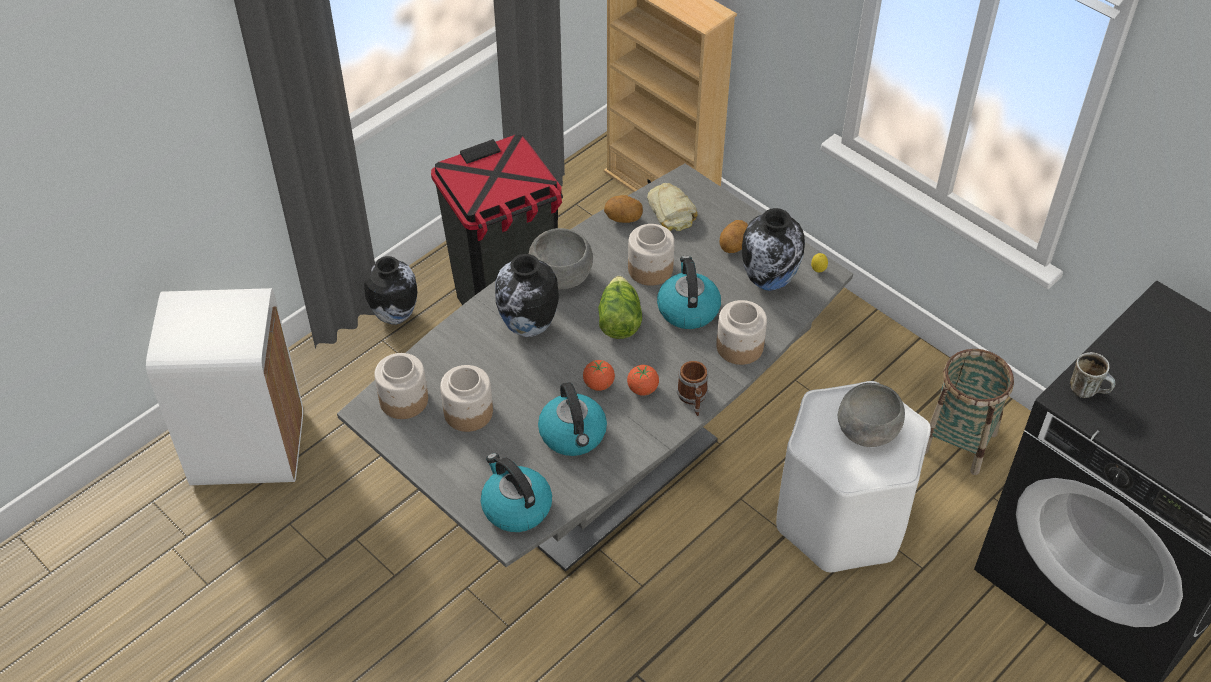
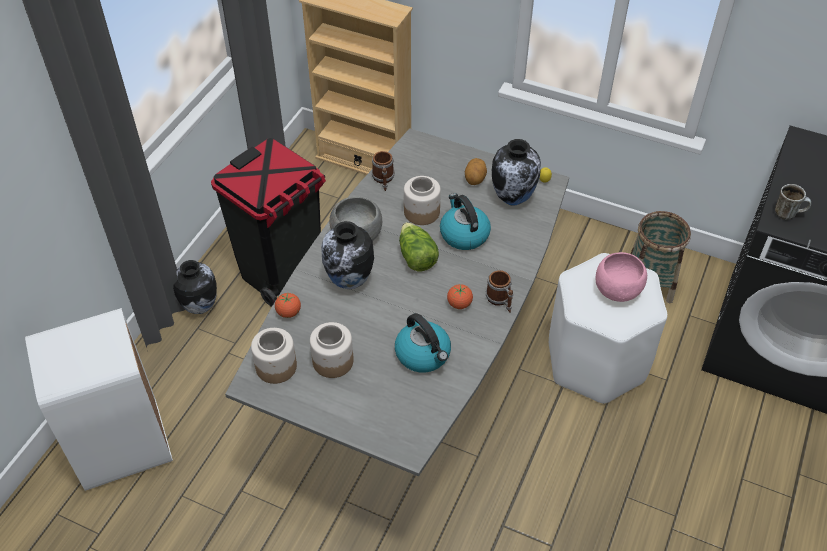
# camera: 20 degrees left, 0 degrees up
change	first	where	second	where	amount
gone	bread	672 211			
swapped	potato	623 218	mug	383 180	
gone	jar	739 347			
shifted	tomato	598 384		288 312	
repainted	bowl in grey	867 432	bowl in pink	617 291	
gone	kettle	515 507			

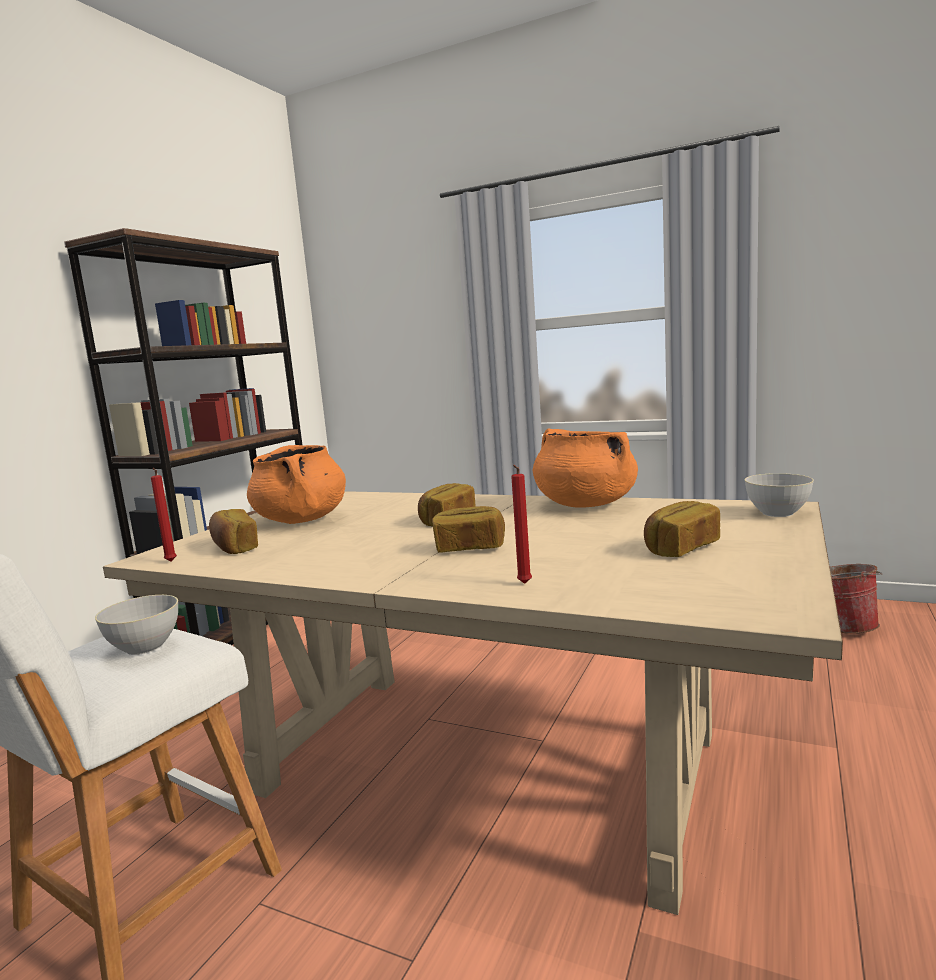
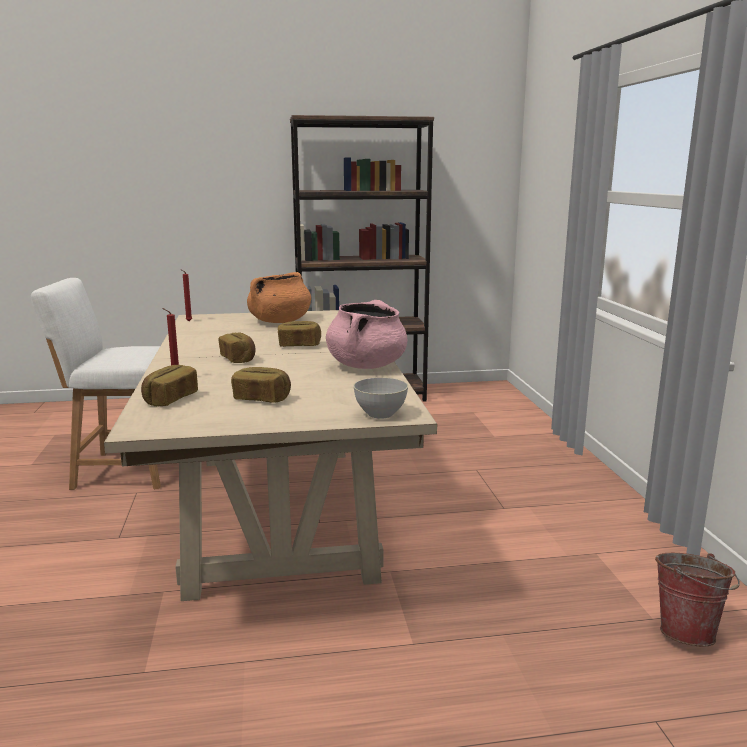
# camera: 55 degrees right, 5 degrees up
change	first	where	second	where	amount
repainted	cooking pot in orange	584 504	cooking pot in pink	366 365	
shifted	bread	234 547		170 399	
gone	bowl in grey	145 647			

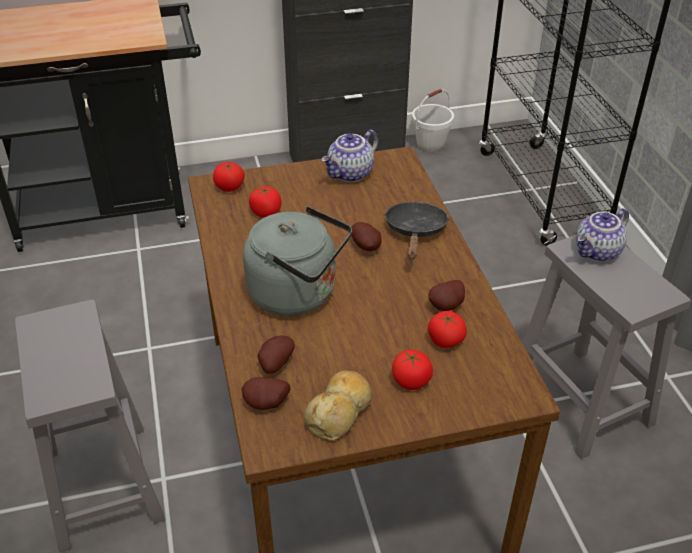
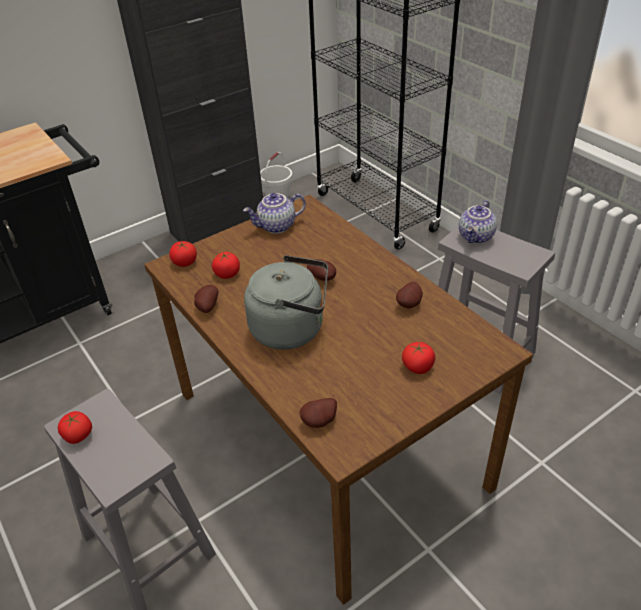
# camera: 20 degrees left, 0 degrees up
change	first	where	second	where	amount
rotated	teapot	351 174		276 227	45 degrees clockwise
gone	frying pan in black	415 232			
shifted	tomato	445 340		78 435	
shifted	potato	274 364		206 307	
gone	bread	340 411			

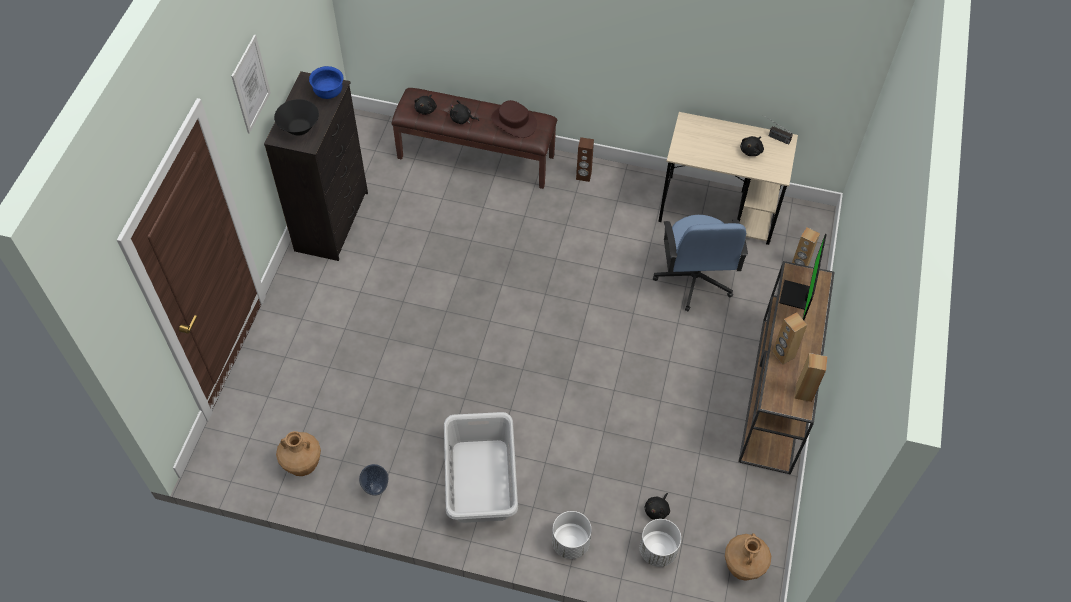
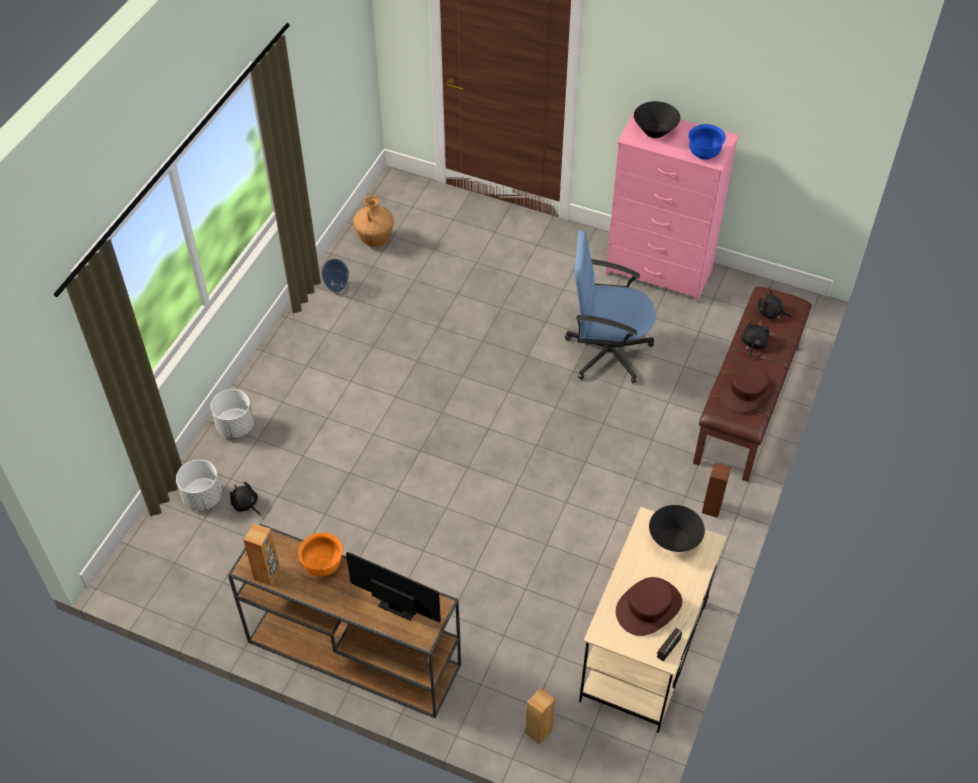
# camera: 100 degrees right, 5 degrees down
change	first	where	second	where	amount
gone	picture	250 84			
repainted	dresser in black	333 221	dresser in pink	659 272	
swapped	plush toy in black	751 150	hat in brown	649 608	
shifted	office chair in blue	694 279		606 352	
swapped	speaker in brown	783 355	bowl in orange	323 565	
gone	laundry basket in grey	480 481			
gone	vase in brown	742 567			
new			bowl in black	674 540	

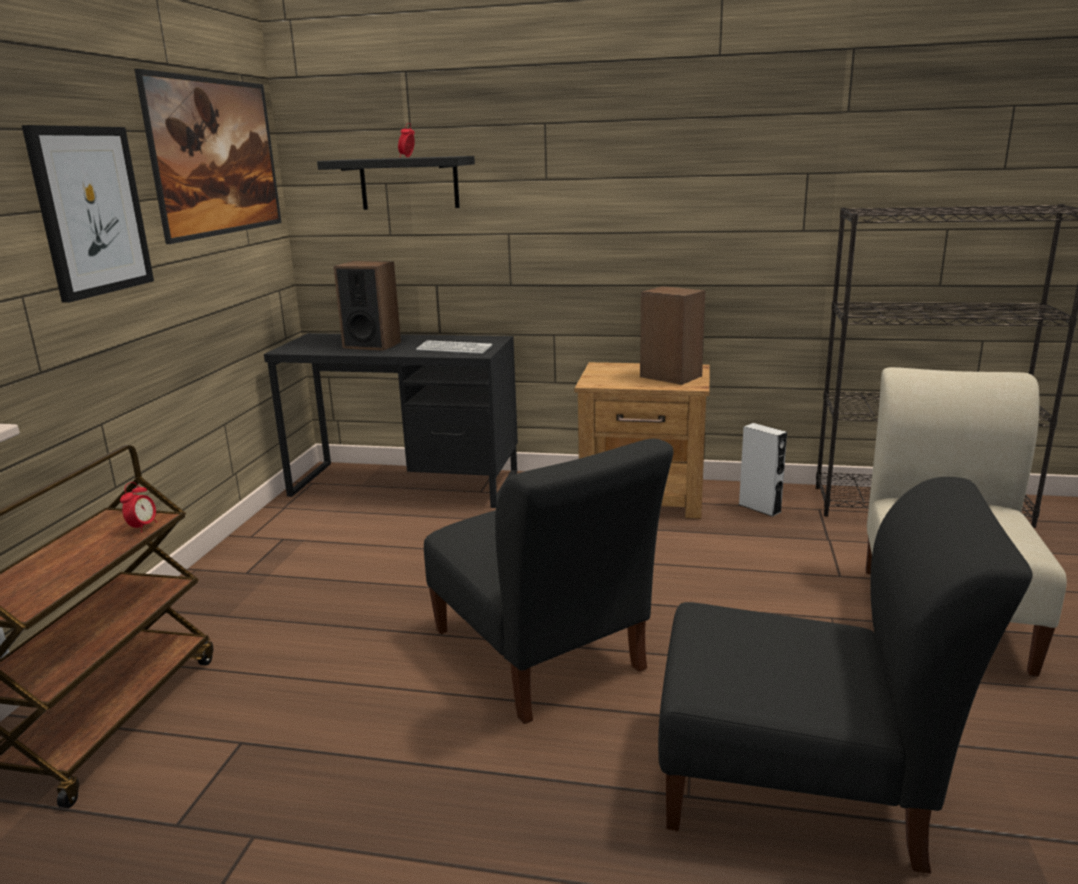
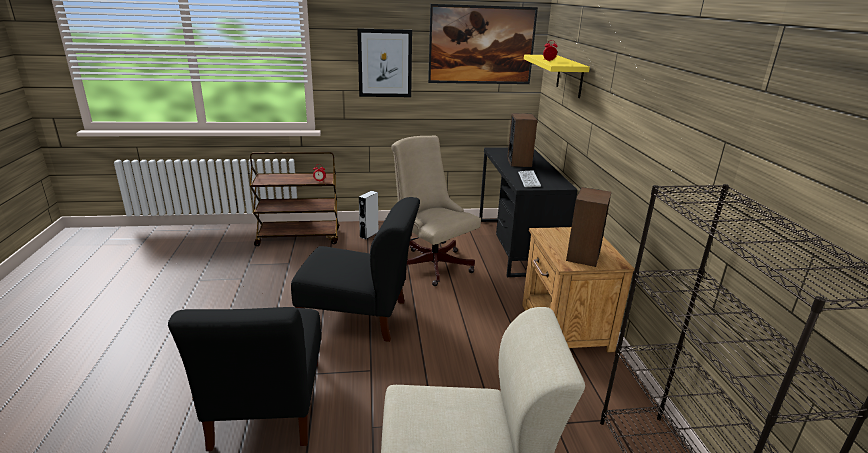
# camera: 70 degrees right, 5 degrees up
change	first	where	second	where	amount
repainted	shelf in black	409 183	shelf in yellow	570 76	
shifted	speaker in grey	759 508		369 234	
rotated	chair in black	541 655		359 316	120 degrees counterclockwise
new			office chair in beige	431 263	

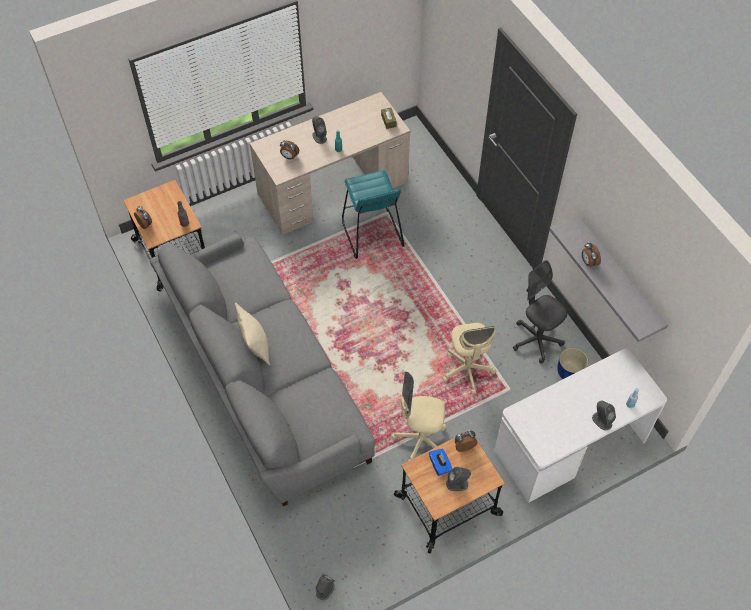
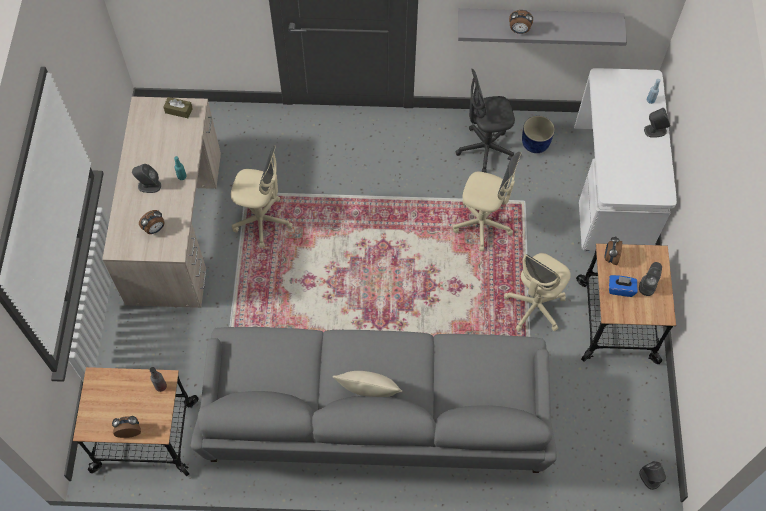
# camera: 60 degrees left, 5 degrees up
change	first	where	second	where	amount
swapped	stool in turquoise	371 233	office chair in beige	262 221	

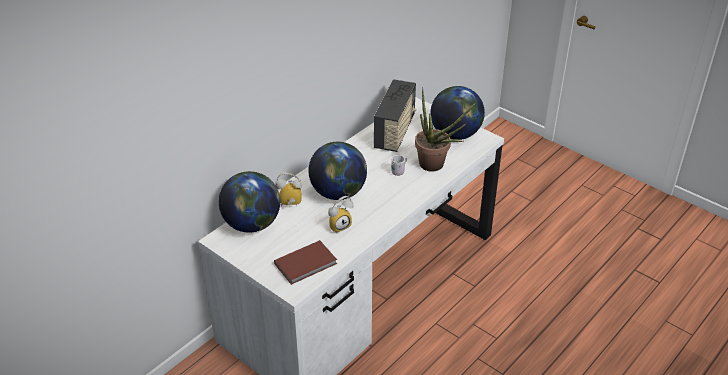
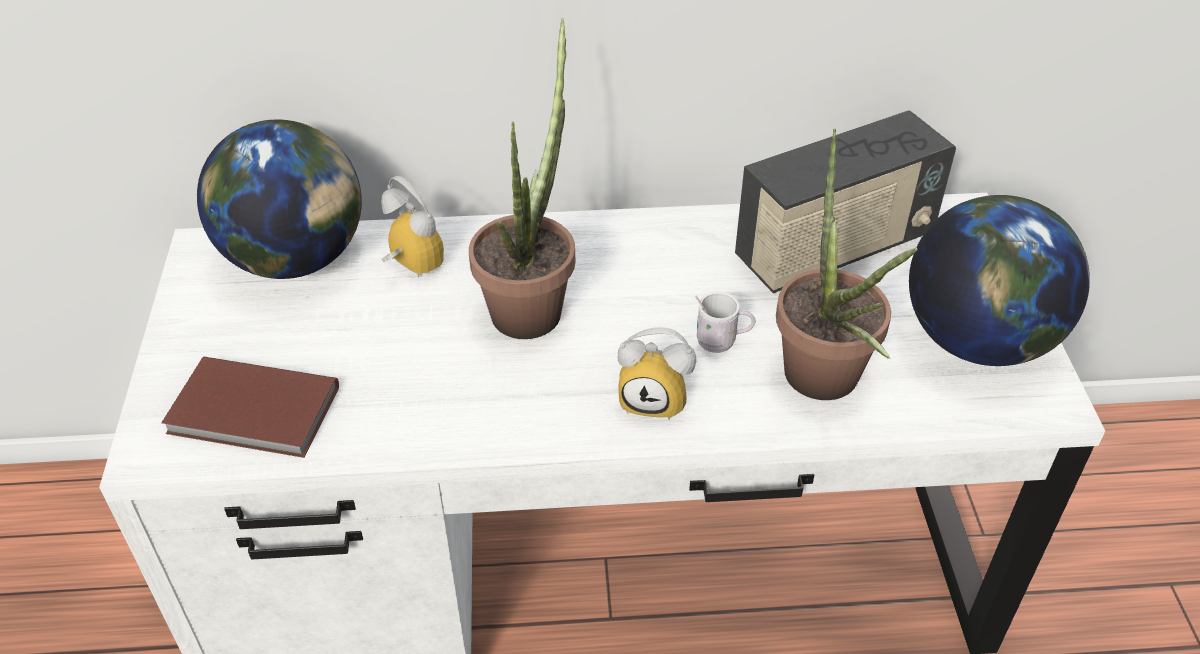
# camera: 45 degrees right, 5 degrees up
change	first	where	second	where	amount
swapped	globe	338 192	potted plant	532 303	
shifted	alarm clock	339 225		655 399	

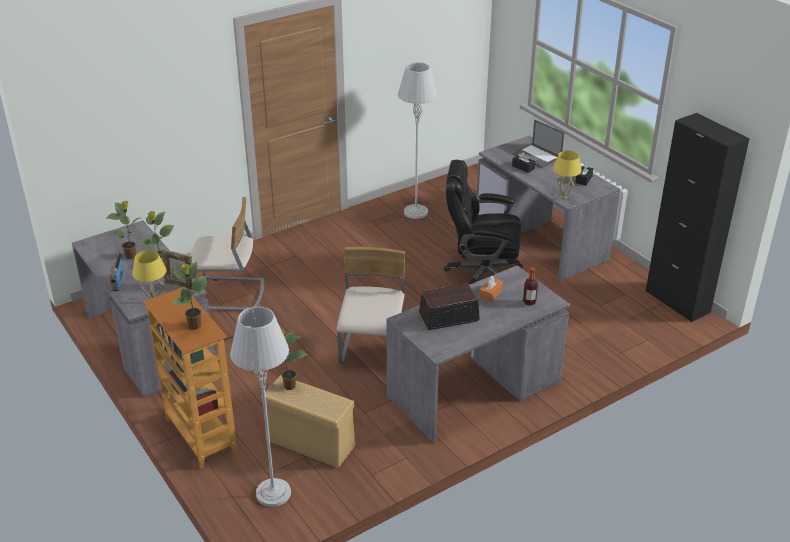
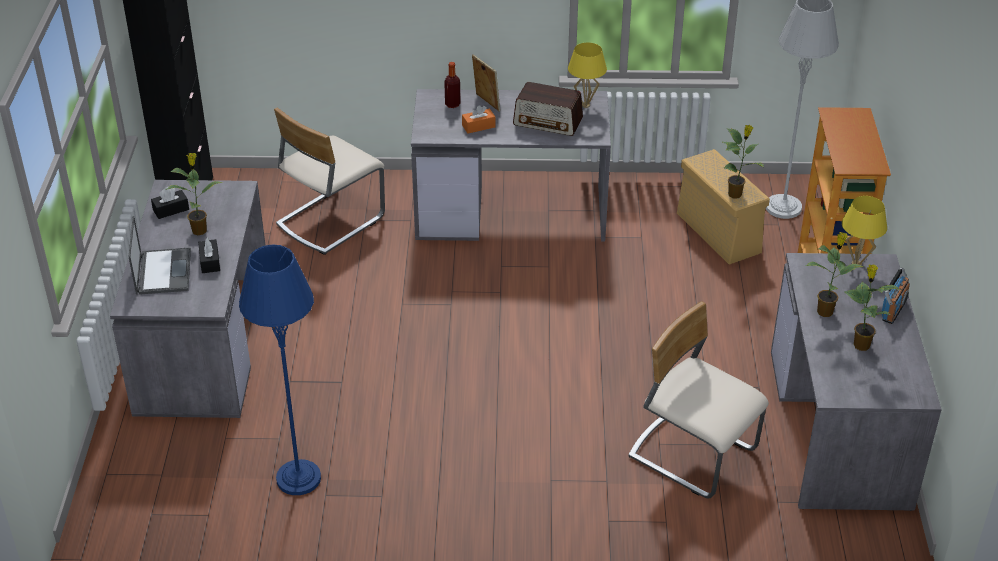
# camera: 145 degrees left, 5 degrees up
change	first	where	second	where	amount
repainted	floor lamp in grey	416 212	floor lamp in blue	298 478	
shifted	table lamp in yellow	564 197		585 105	
gone	office chair in black	481 276			
shifted	chair in beige	373 349		330 221	
shifted	picture frame	180 286		486 103	
shifted	potted plant	194 326		200 230	

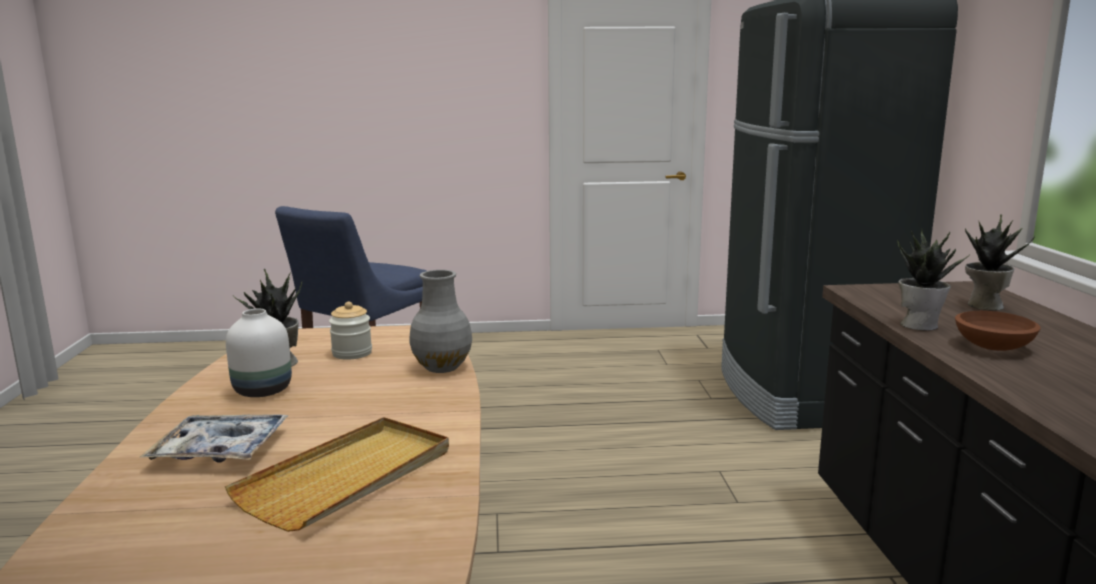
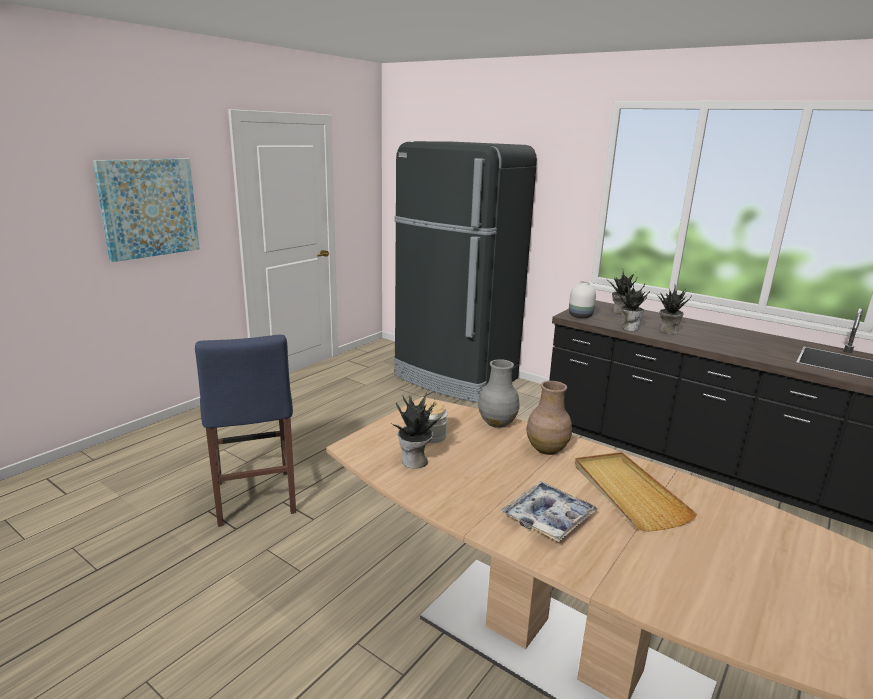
# camera: 50 degrees left, 5 degrees up
change	first	where	second	where	amount
shifted	vase in white	264 390		580 316	
swapped	bowl in brown	992 346	potted plant	667 331	
new			picture	149 208	
new			vase in brown	546 448	

